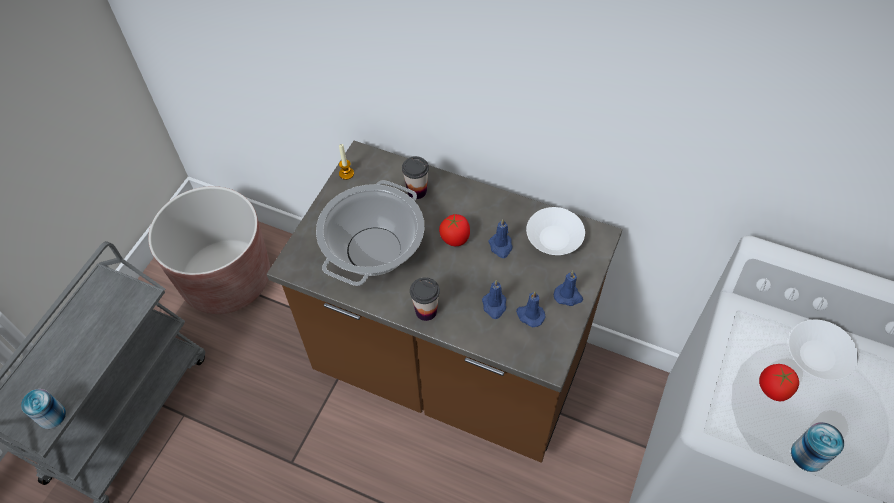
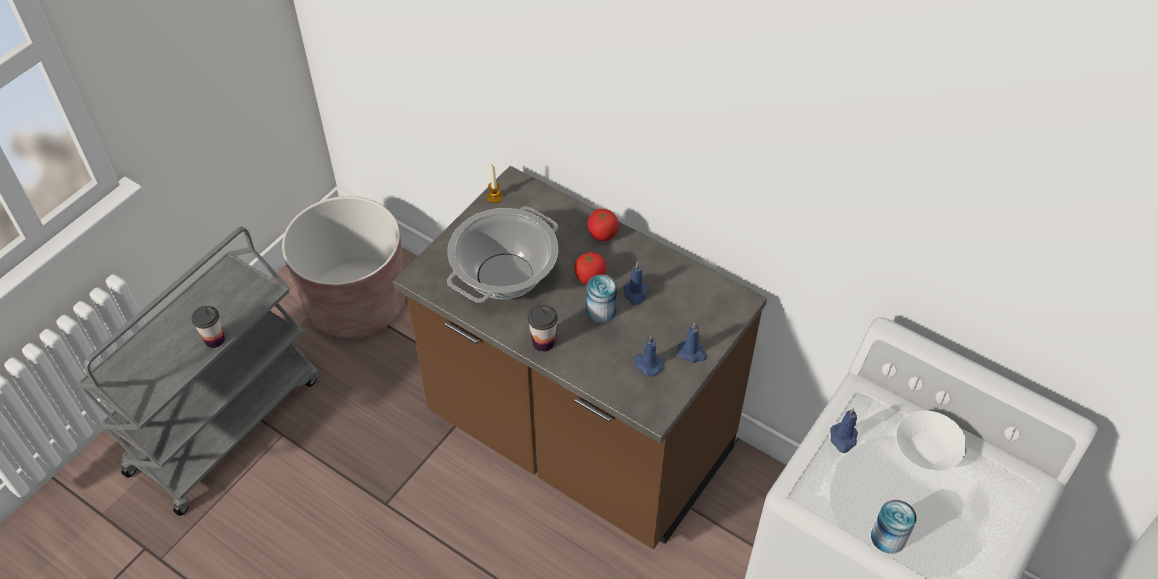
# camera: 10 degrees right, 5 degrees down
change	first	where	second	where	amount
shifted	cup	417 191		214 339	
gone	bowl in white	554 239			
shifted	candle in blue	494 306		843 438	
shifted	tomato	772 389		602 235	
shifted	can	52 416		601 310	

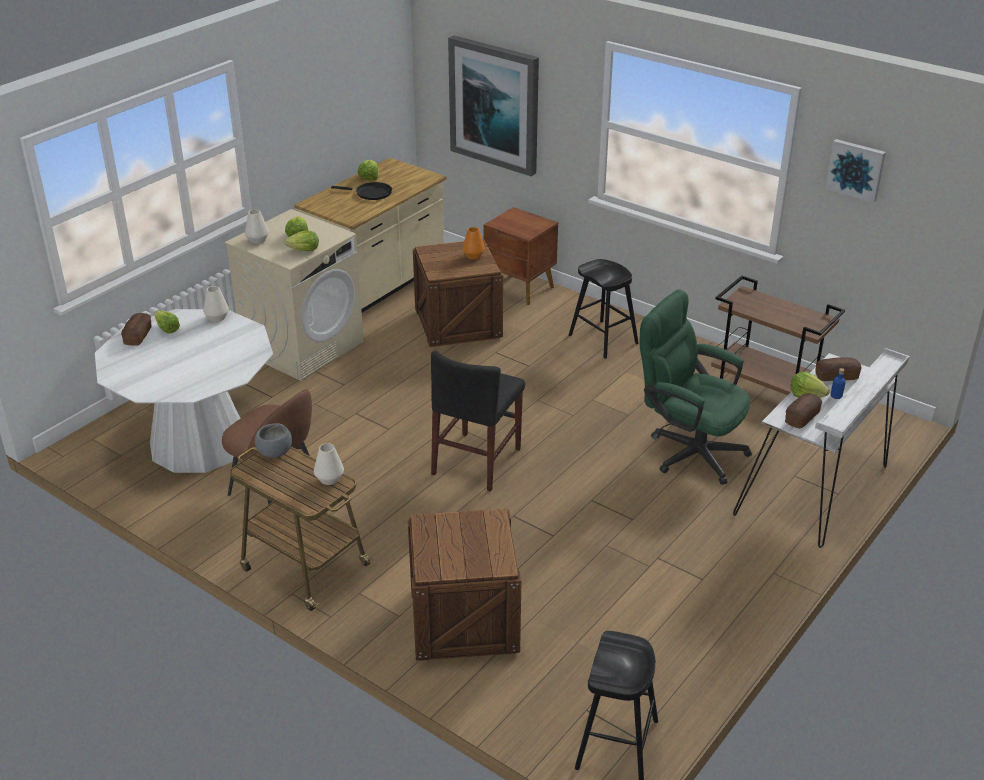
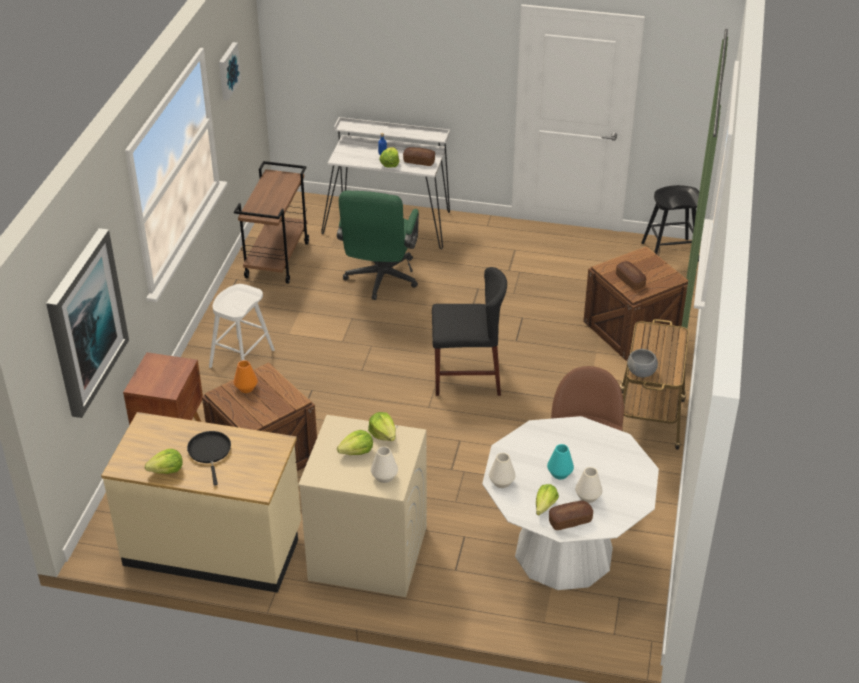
# camera: 115 degrees left, 5 degrees up
change	first	where	second	where	amount
repainted	stool in black	603 339	stool in white	241 358	
shifted	bread	836 376		630 281	
shifted	vase in white	329 479		588 496	
new			vase in turquoise	560 473	

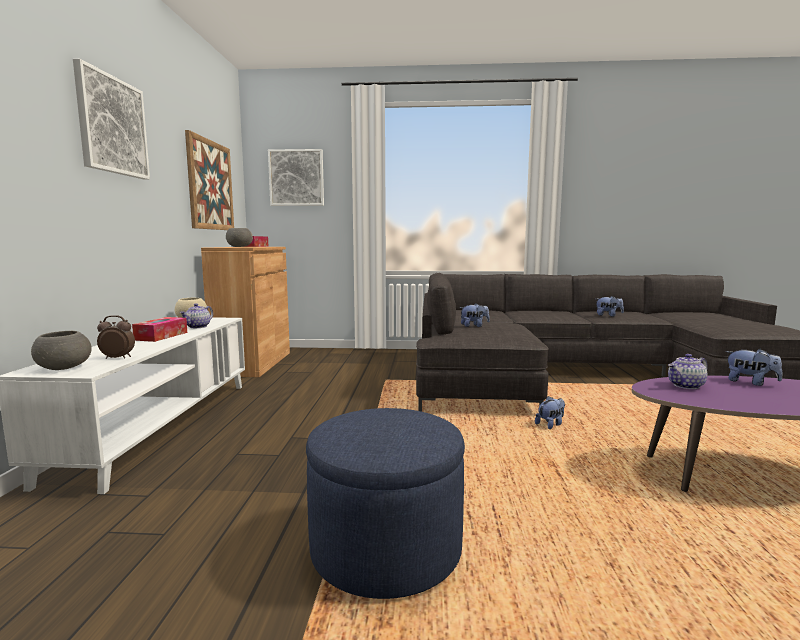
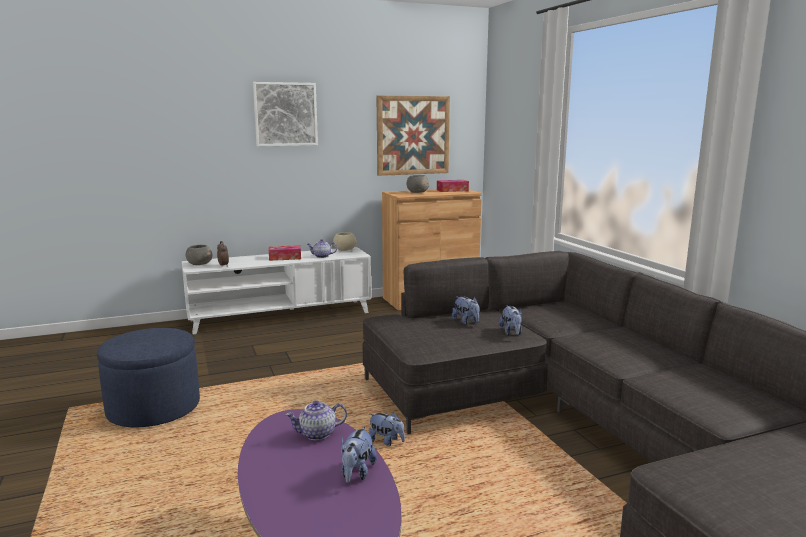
# camera: 65 degrees right, 5 degrees up
change	first	where	second	where	amount
gone	picture	296 178			
shifted	plush toy	608 315		511 333	
rotated	teapot	686 386		317 434	60 degrees counterclockwise

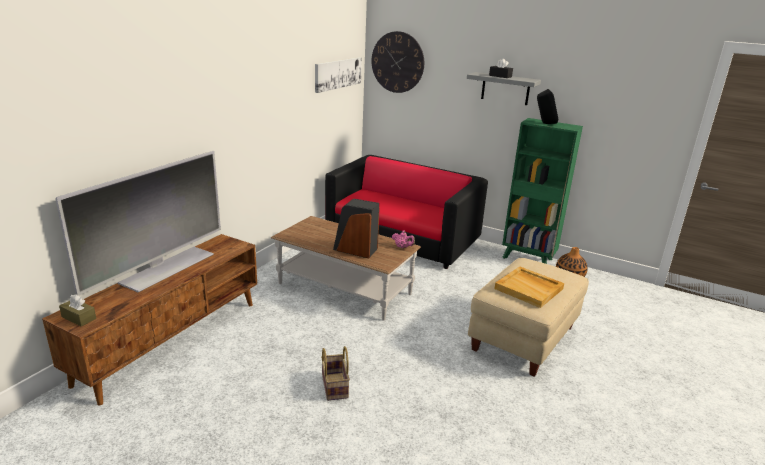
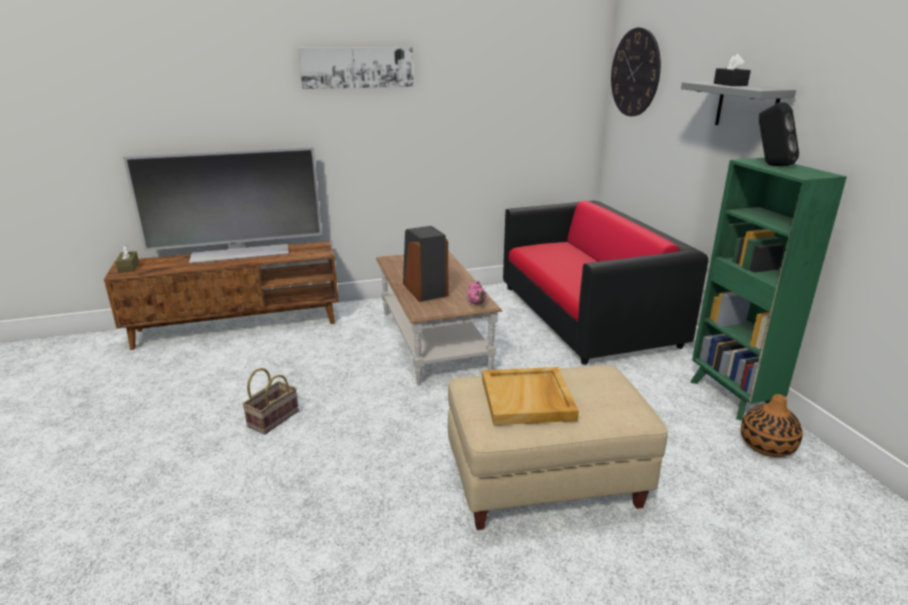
# camera: 45 degrees right, 0 degrees up
change	first	where	second	where	amount
shifted	picture	337 74		357 67	

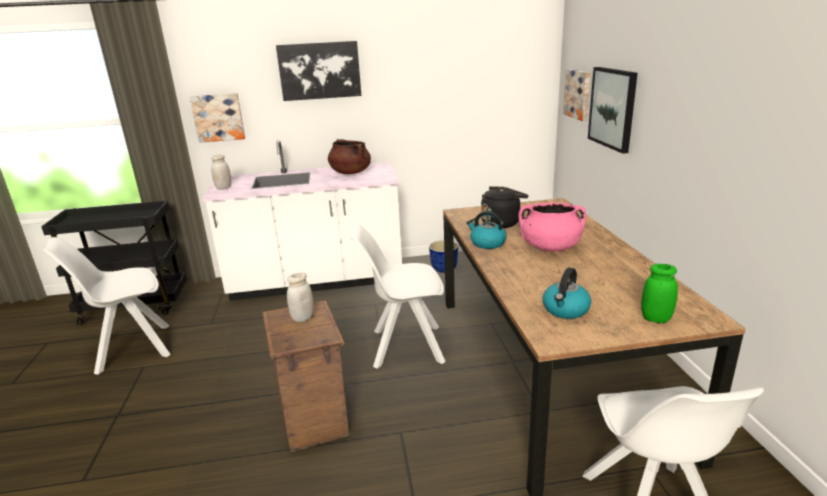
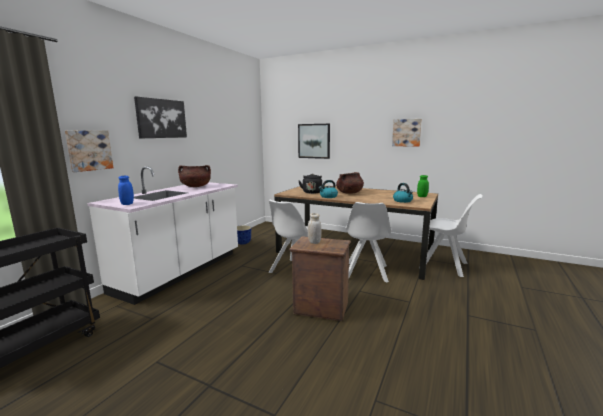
# camera: 55 degrees left, 10 degrees down
change	first	where	second	where	amount
shifted	picture	578 94		406 132	
repainted	jar in white	224 188	jar in blue	127 204	
repainted	cooking pot in pink	550 247	cooking pot in brown	349 193	
shifted	chair in white	131 349		366 272	

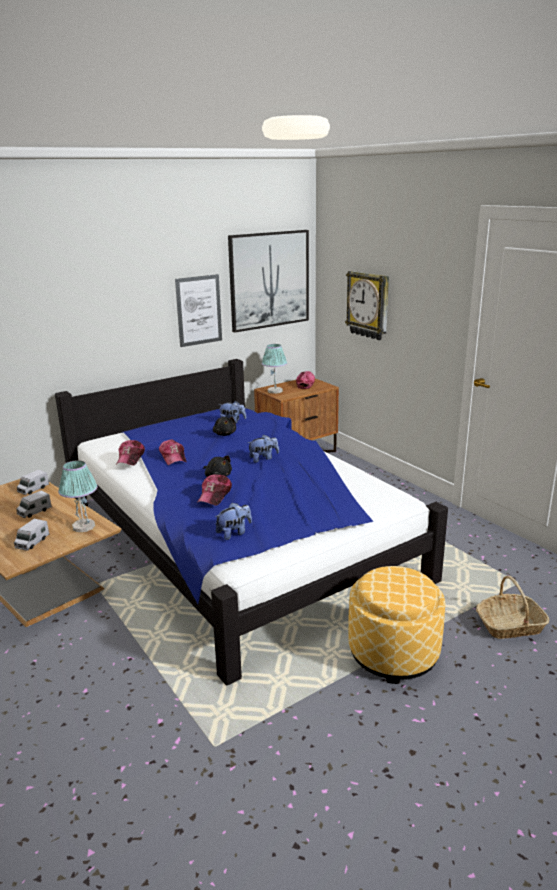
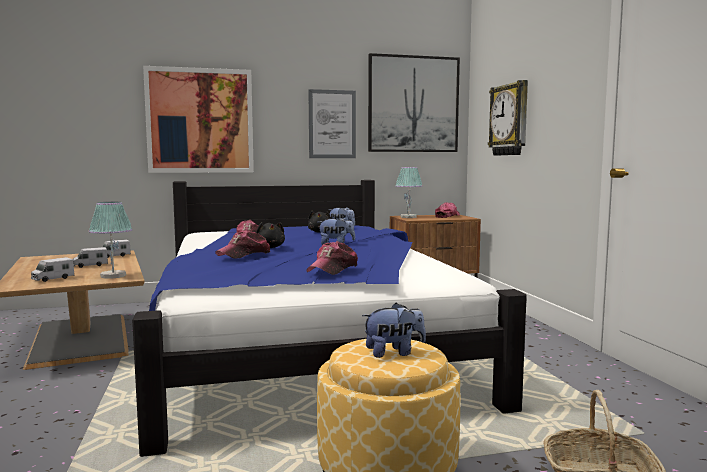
# camera: 20 degrees right, 15 degrees down
change	first	where	second	where	amount
shifted	cap	130 458		333 269	
shifted	plush toy	234 533		394 353	
new			picture	200 121	

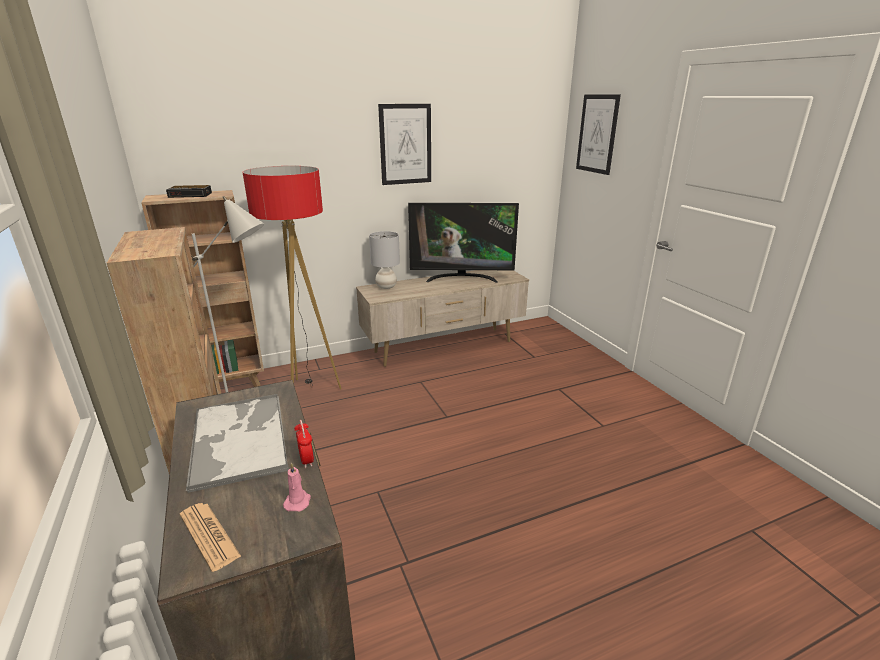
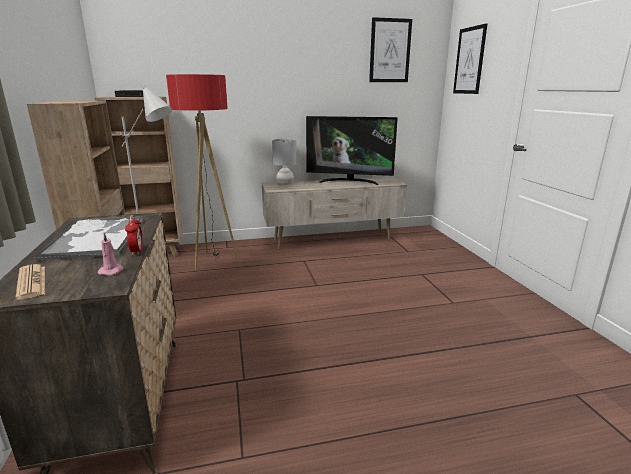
# camera: 10 degrees right, 5 degrees down
change	first	where	second	where	amount
shifted	picture	405 144		390 51	

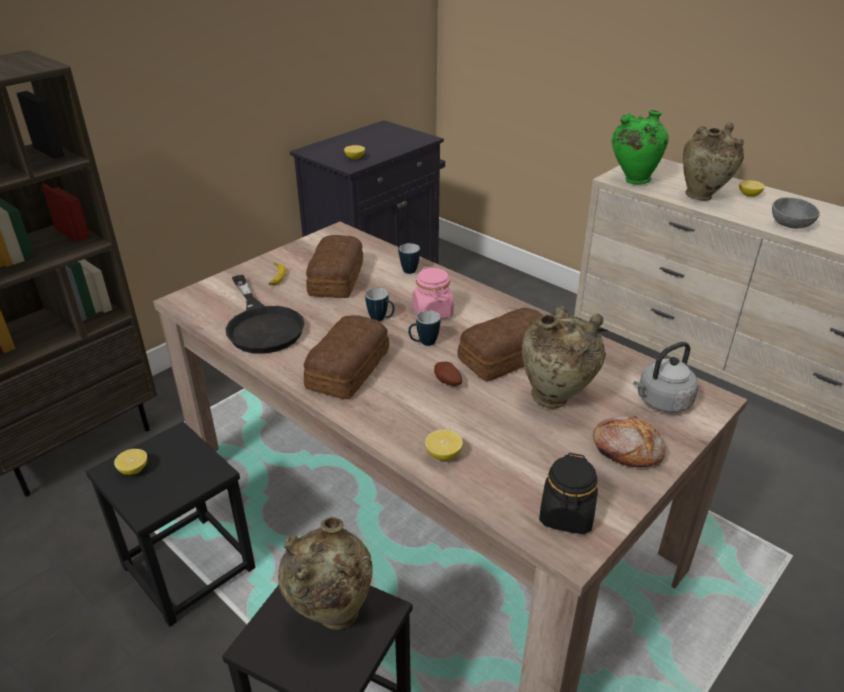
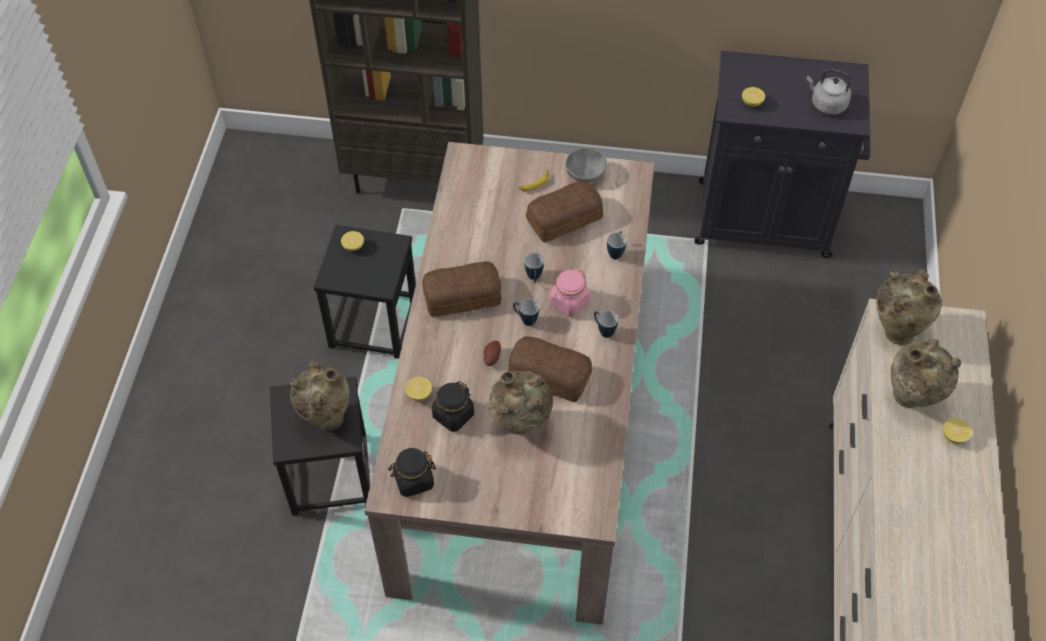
# camera: 55 degrees right, 20 degrees up
change	first	where	second	where	amount
repainted	vase in green	632 180	vase in beige	896 330	
shifted	bowl in grey	791 225		585 174	
gone	frying pan in black	262 325			
shifted	kettle in grey	661 402		826 104	
gone	bread	626 448			
new			mug	603 331	
new			jar in black	453 415	

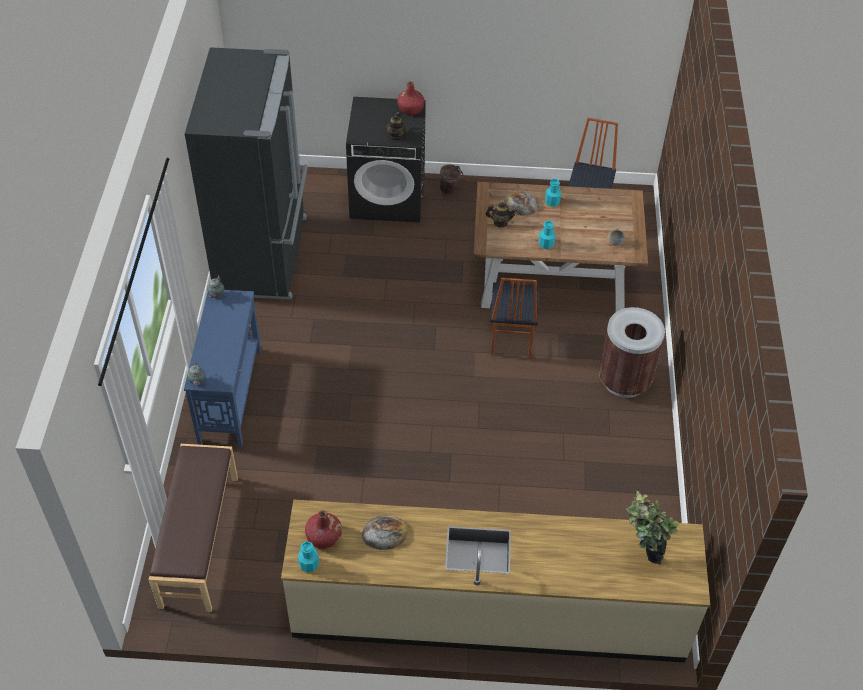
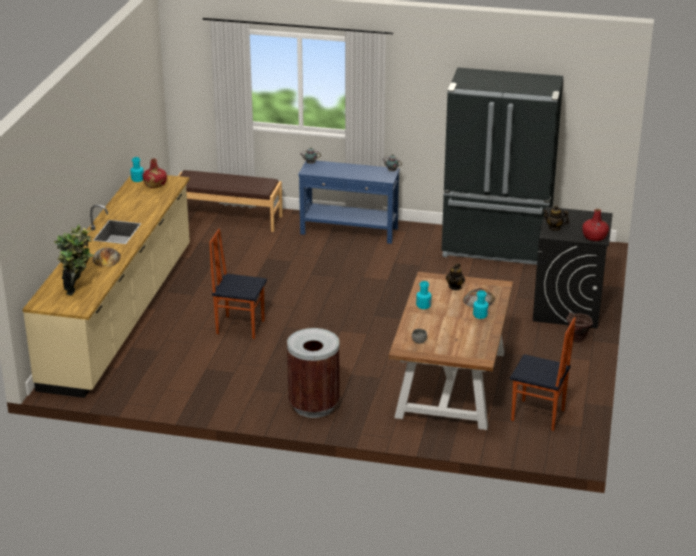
# camera: 100 degrees right, 20 degrees down
change	first	where	second	where	amount
shifted	chair	510 340		240 326	
shifted	bread	384 532		106 258	

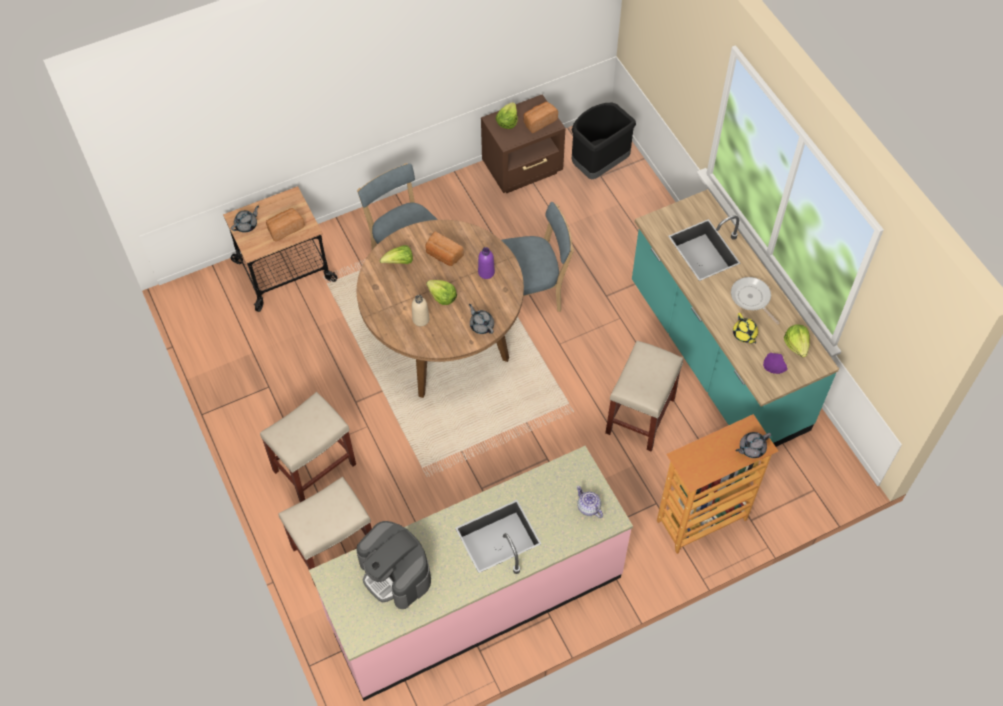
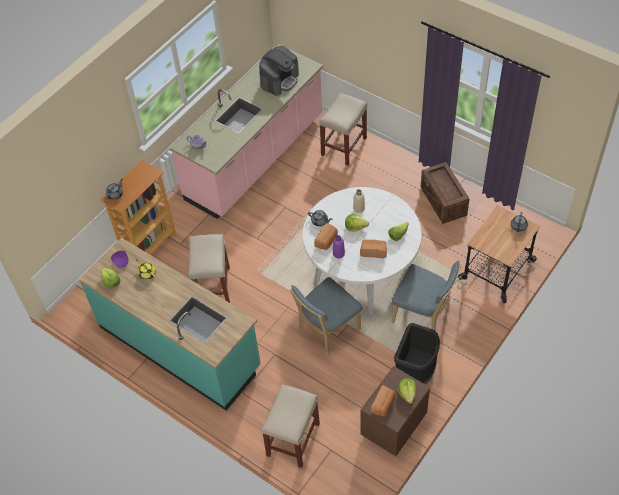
# camera: 155 degrees right, 5 degrees down
change	first	where	second	where	amount
shifted	trash can in black	598 165		415 372	
shifted	bread	285 228		327 241	
repainted	dining table in brown	444 341	dining table in white	361 274	
gone	frying pan	751 298			
shifted	stool in beige	315 466		293 440	
rotated	coffee machine	396 573		279 80	105 degrees clockwise
new			crate	443 201	

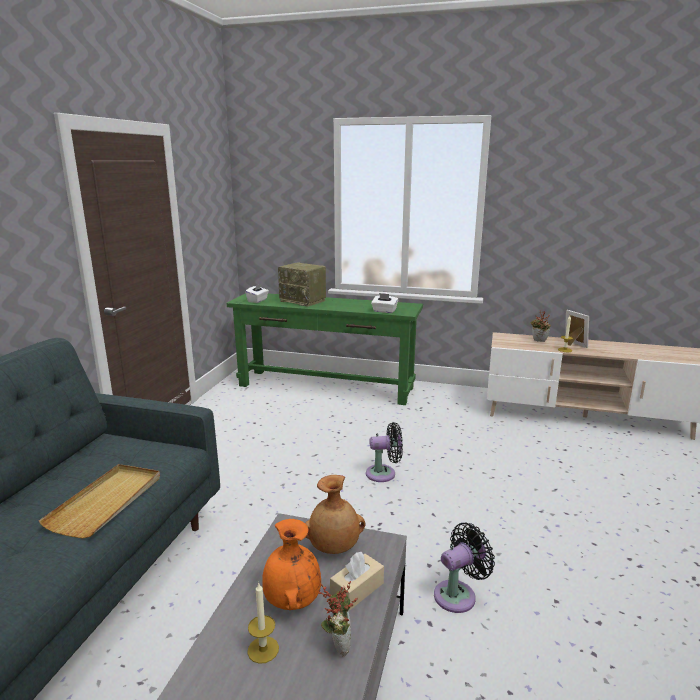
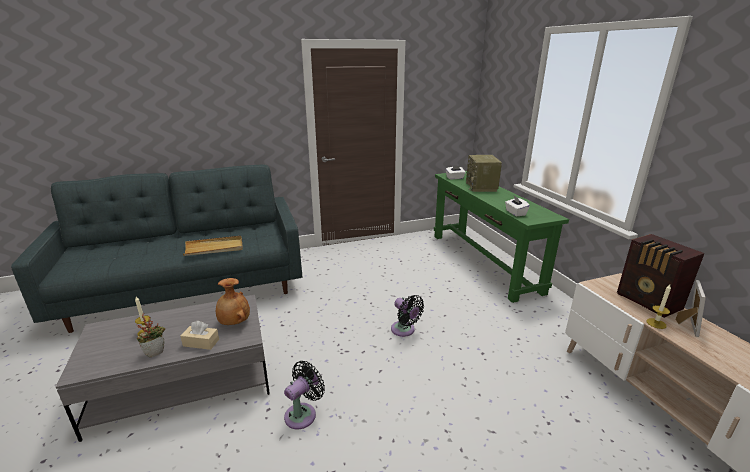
# camera: 55 degrees right, 5 degrees up
change	first	where	second	where	amount
swapped	potted plant	538 341	radio	649 302	
gone	vase in orange	291 599			
rotated	fan in black	458 595		303 413	75 degrees counterclockwise

